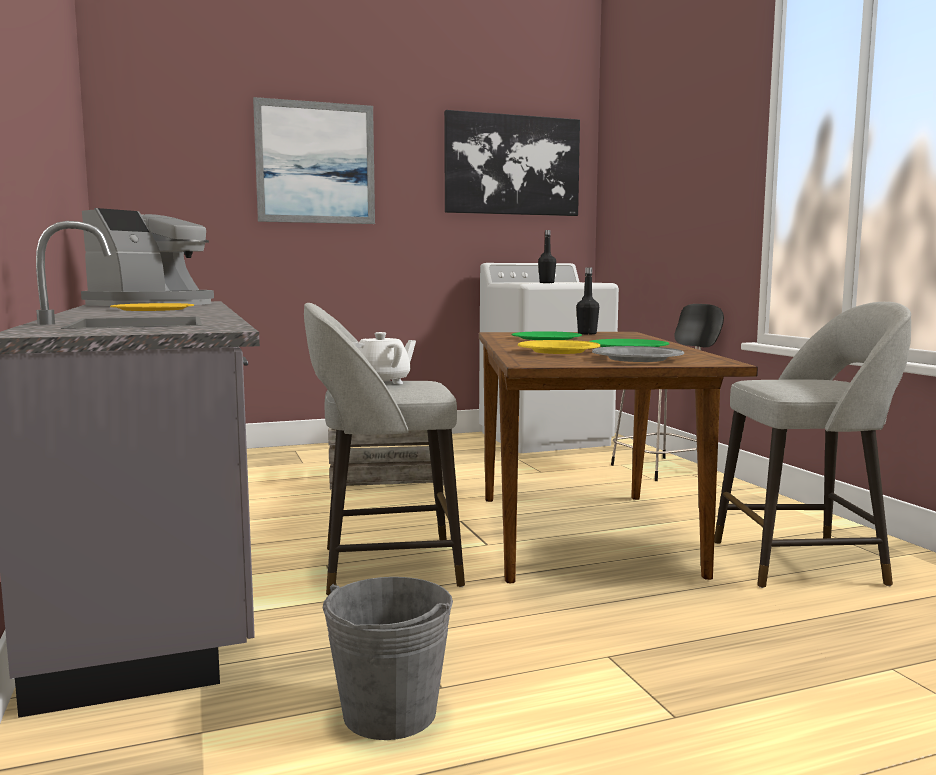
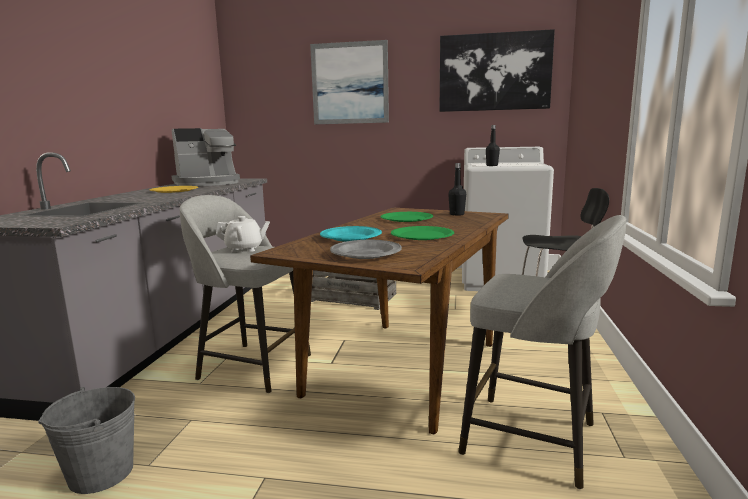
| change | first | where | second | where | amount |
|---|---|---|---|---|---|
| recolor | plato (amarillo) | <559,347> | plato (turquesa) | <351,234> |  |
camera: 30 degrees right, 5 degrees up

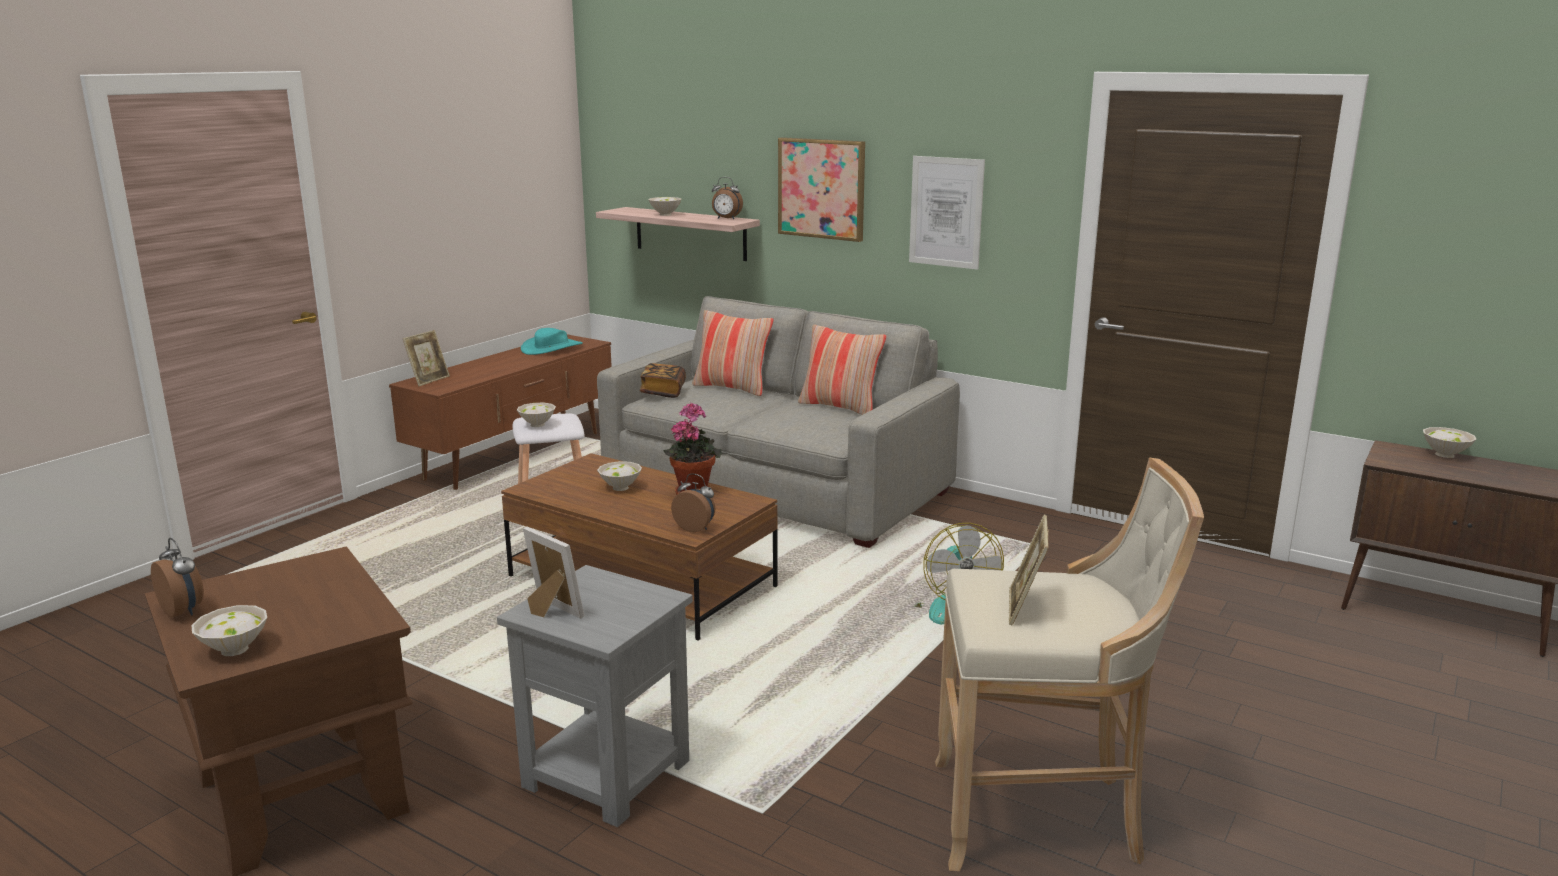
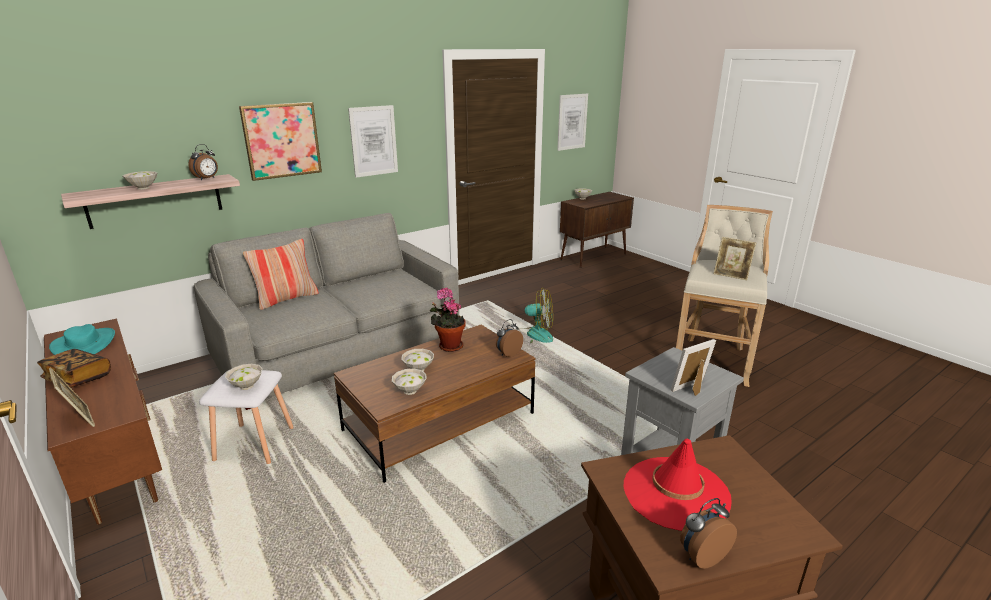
| change | first | where | second | where | amount |
|---|---|---|---|---|---|
| delete | cojín | <842,369> |  |  |  |
| insert |  |  | cuadro | <572,122> |  |
| insert |  |  | sombrero (rojo) | <677,485> |  |
| move | cuenco (blanco) | <229,630> |  | <409,381> |  |
| move | libro | <663,380> |  | <74,368> |  |
camera: 70 degrees left, 5 degrees up

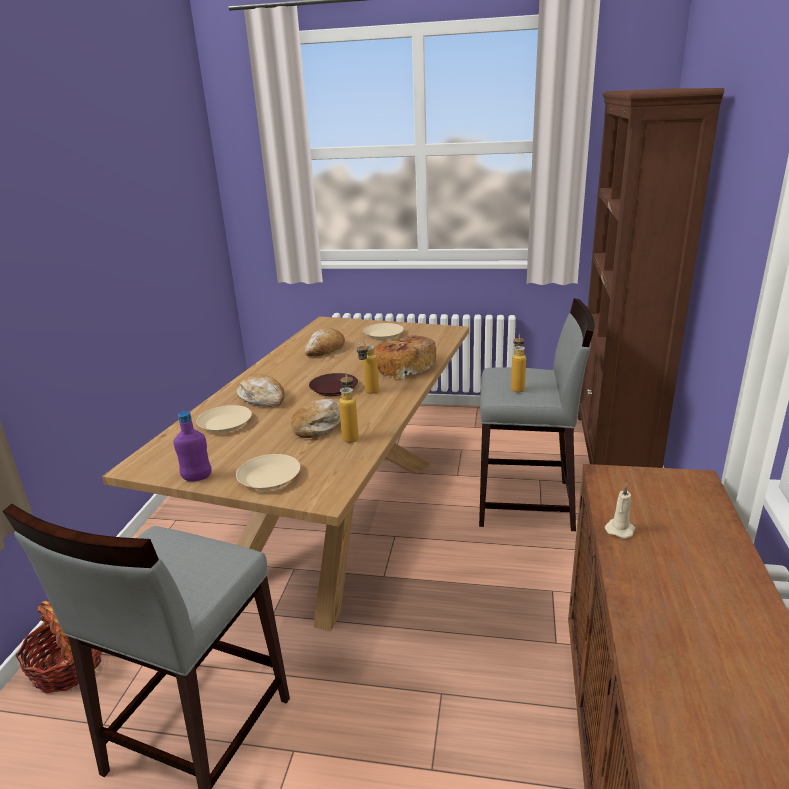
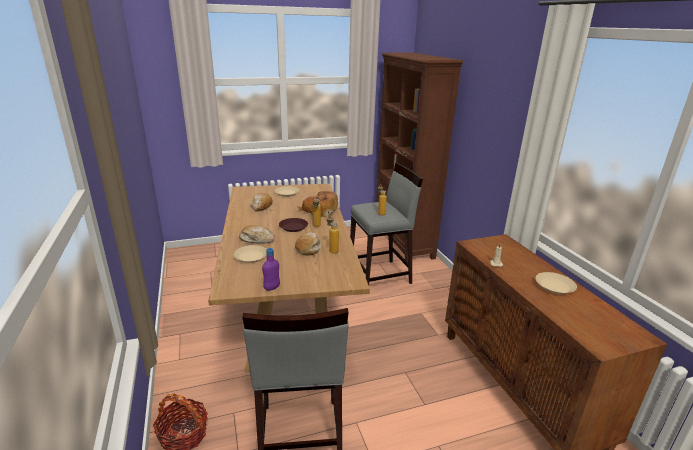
| change | first | where | second | where | amount |
|---|---|---|---|---|---|
| move | plato (beis) | <268,472> |  | <556,283> |  |
camera: 30 degrees left, 0 degrees up

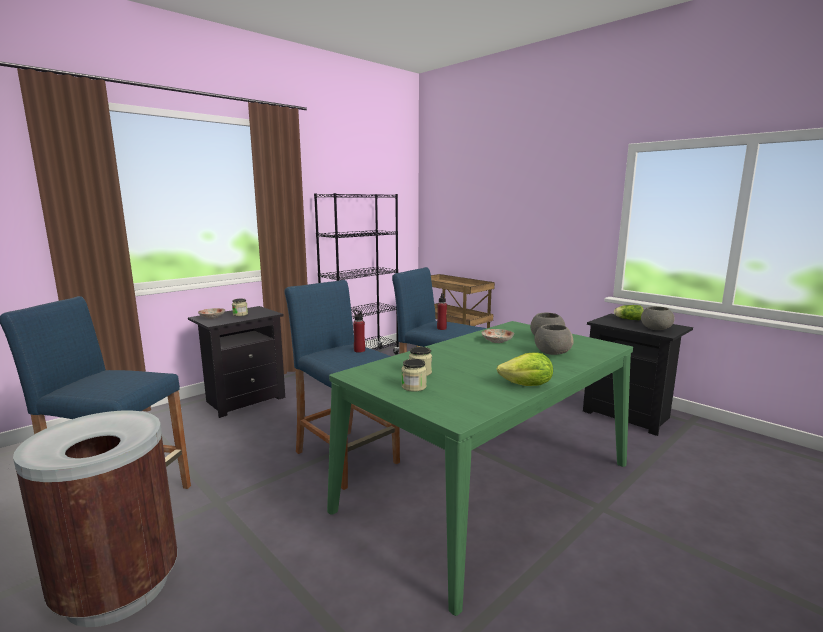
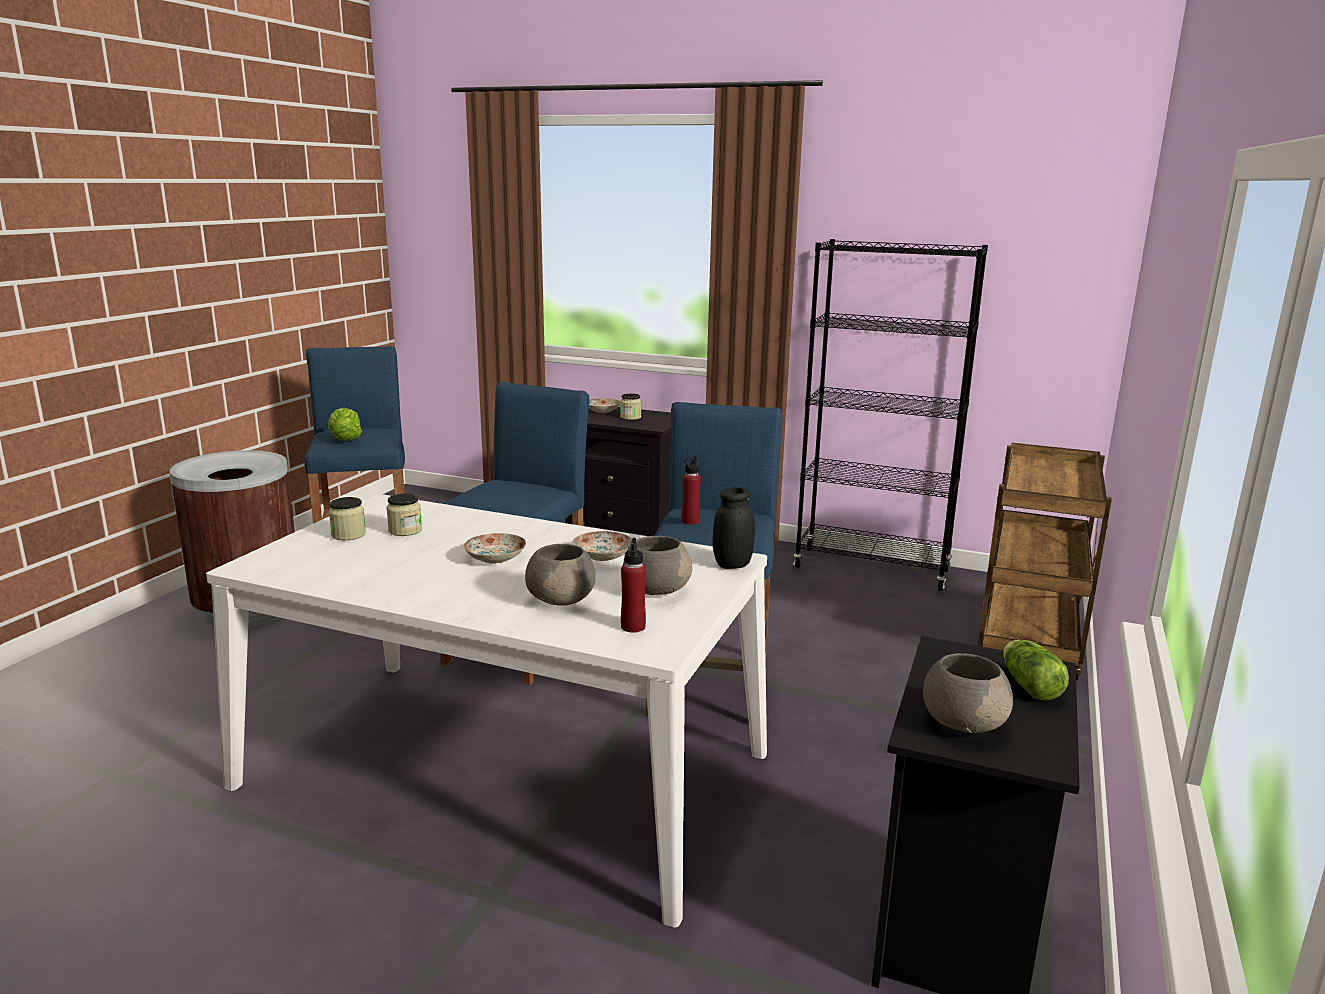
| change | first | where | second | where | amount |
|---|---|---|---|---|---|
| insert |  |  | plato | <495,548> |  |
| insert |  |  | tarro (negro) | <734,528> |  |
| move | botella (rojo) | <359,331> |  | <633,585> |  |
| move | lechuga | <525,369> |  | <345,424> |  |
| recolor | mesa de comedor (verde) | <480,468> | mesa de comedor (blanco) | <486,711> |  |
camera: 65 degrees right, 5 degrees up

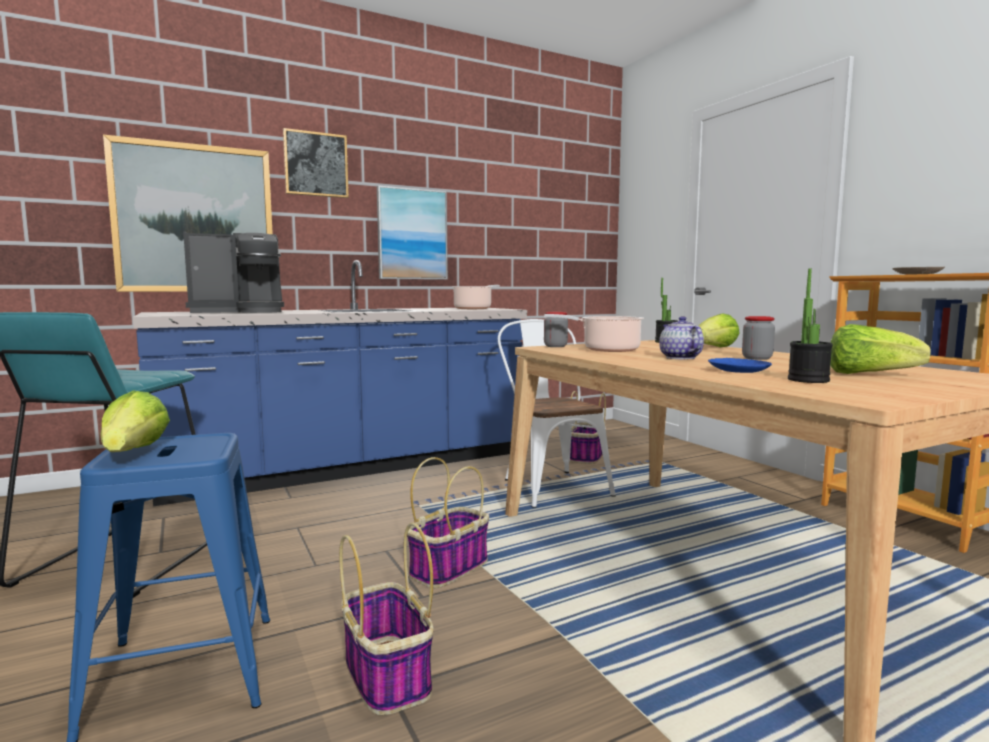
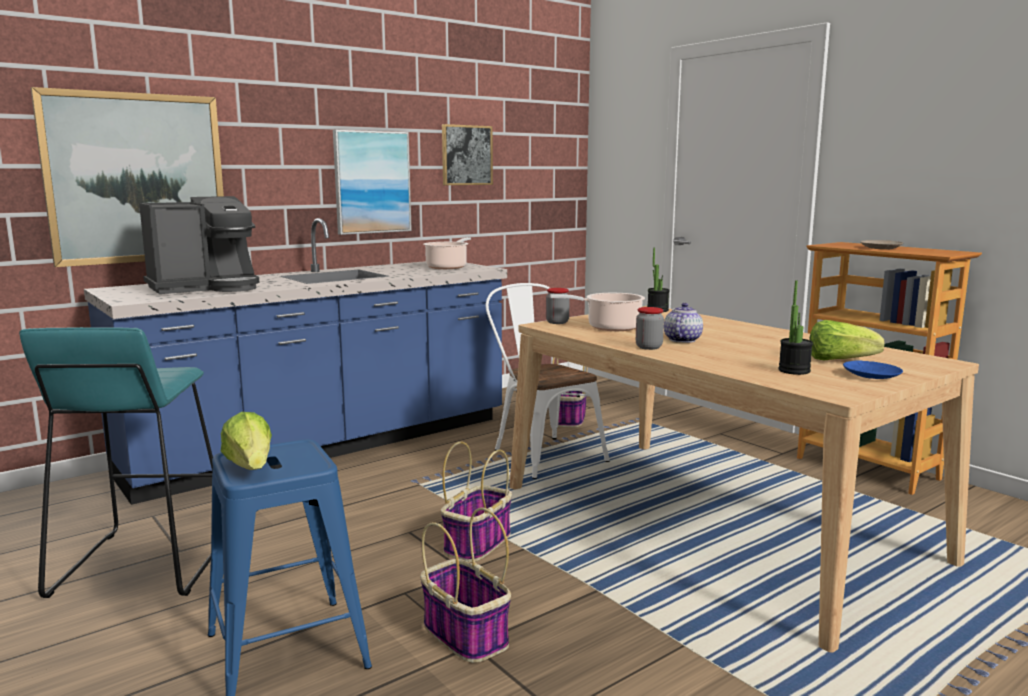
| change | first | where | second | where | amount |
|---|---|---|---|---|---|
| delete | lechuga | <719,330> |  |  |  |
| move | cuadro | <316,163> |  | <467,154> |  |
| move | plato (azul) | <740,365> |  | <873,369> |  |
| move | tarro | <758,338> |  | <650,328> |  |
| rotate | tetera | <681,337> |  | <683,323> | 45 degrees clockwise |
camera: 10 degrees left, 5 degrees up

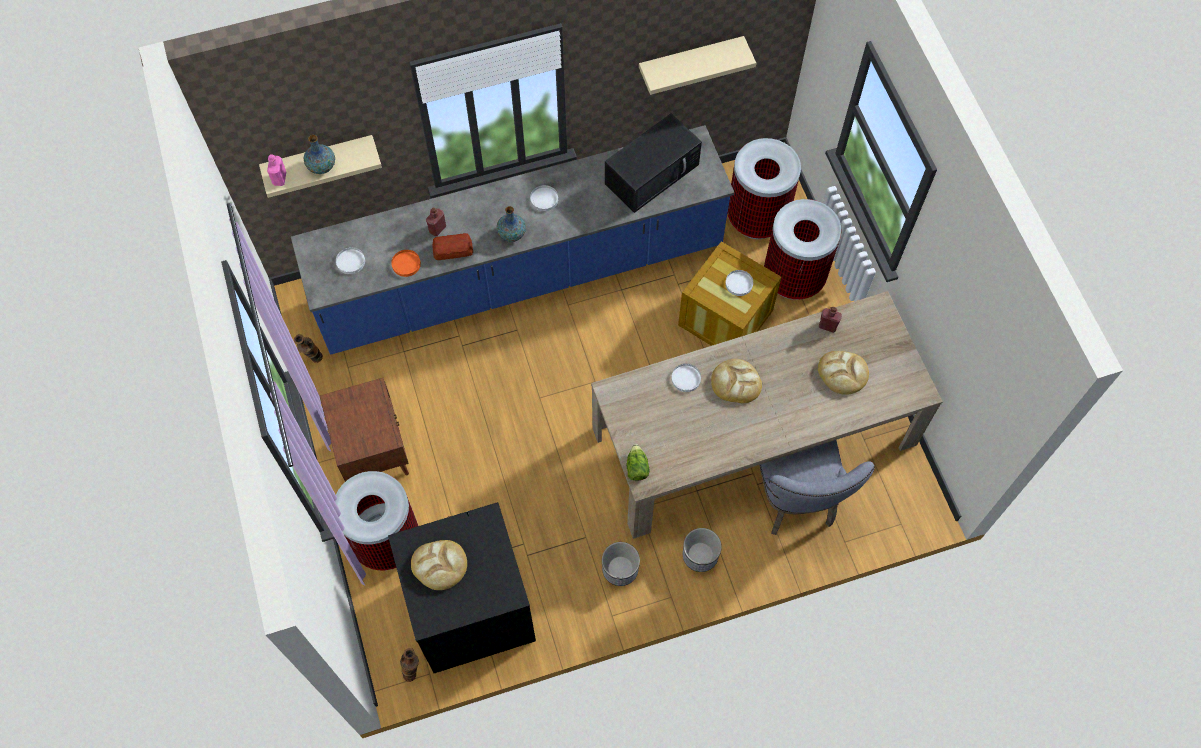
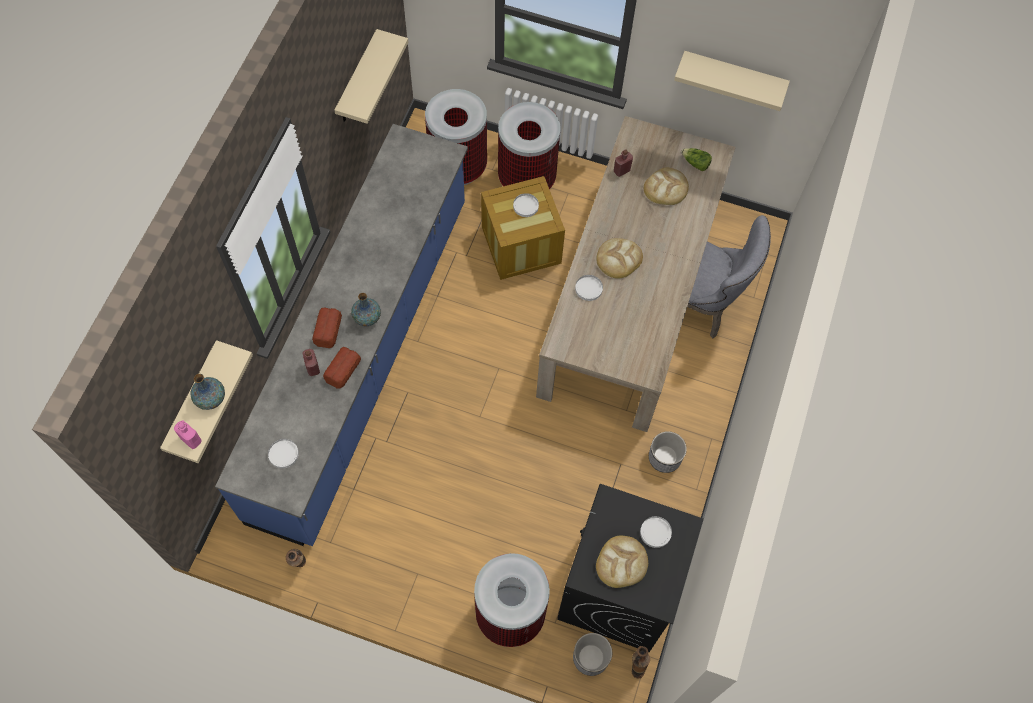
| change | first | where | second | where | amount |
|---|---|---|---|---|---|
| delete | mesita de noche (marrón) | <364,430> |  |  |  |
| delete | plato (naranja) | <406,263> |  |  |  |
| delete | microondas (negro) | <653,163> |  |  |  |
| insert |  |  | pan | <327,328> |  |
| insert |  |  | estante (beis) | <732,81> |  |
| move | plato (blanco) | <544,198> |  | <656,532> |  |
| move | lechuga | <638,462> |  | <696,159> |  |
| move | maceta | <702,550> |  | <592,654> |  |
camera: 55 degrees left, 0 degrees up

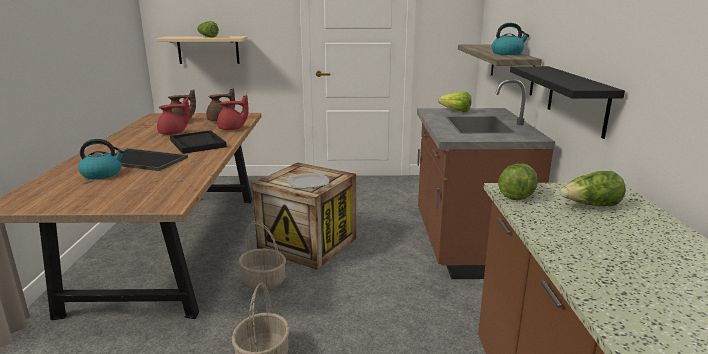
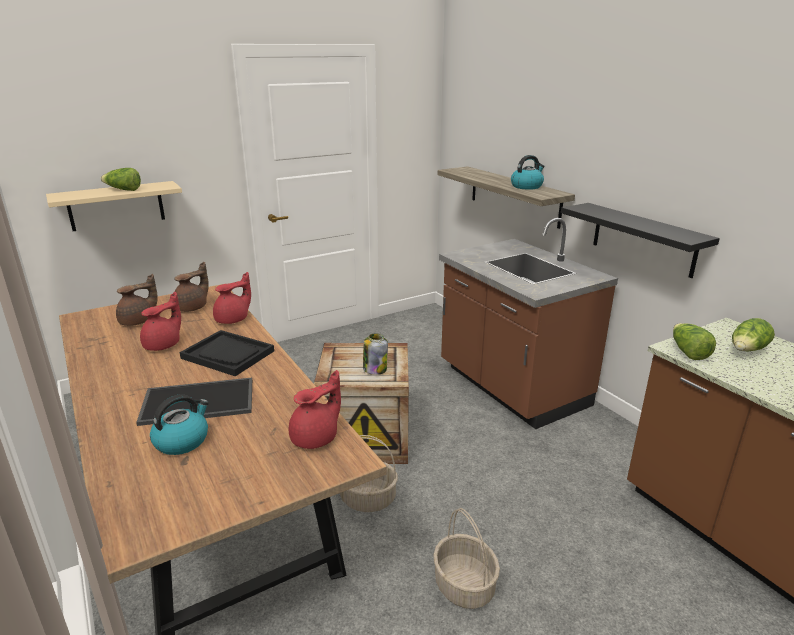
| change | first | where | second | where | amount |
|---|---|---|---|---|---|
| delete | lechuga | <454,102> |  |  |  |
| insert |  |  | tetera (rojo) | <315,409> |  |
| replace | plato | <308,180> | tarro | <375,354> |  |
camera: 30 degrees left, 5 degrees up

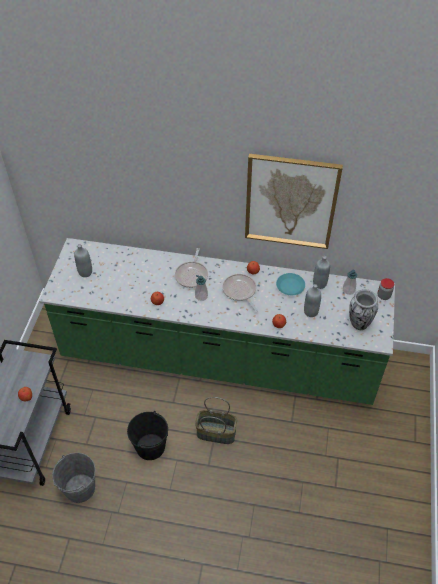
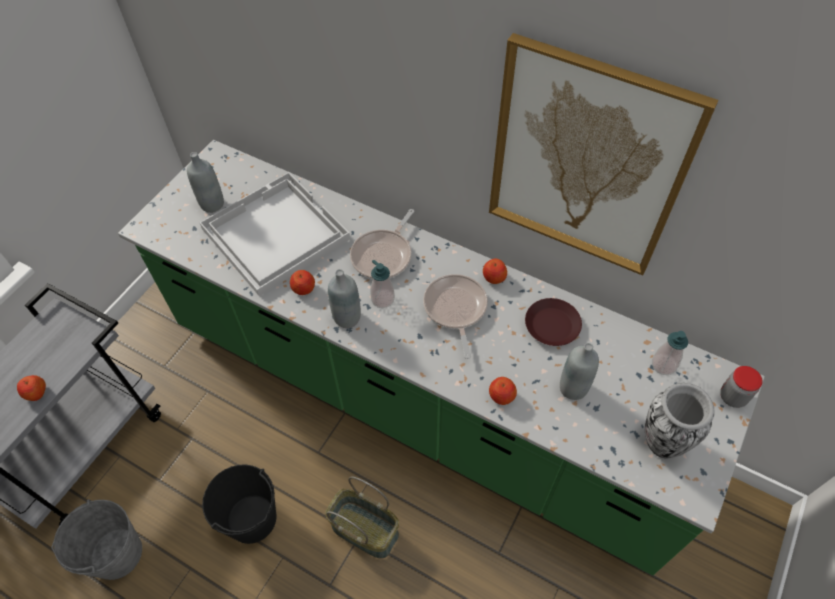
| change | first | where | second | where | amount |
|---|---|---|---|---|---|
| insert |  |  | bandeja (blanco) | <274,234> |  |
| move | botella (gris) | <321,272> |  | <344,298> |  |
| recolor | plato (turquesa) | <290,284> | plato (marrón) | <553,322> |  |
camera: 20 degrees right, 5 degrees up

